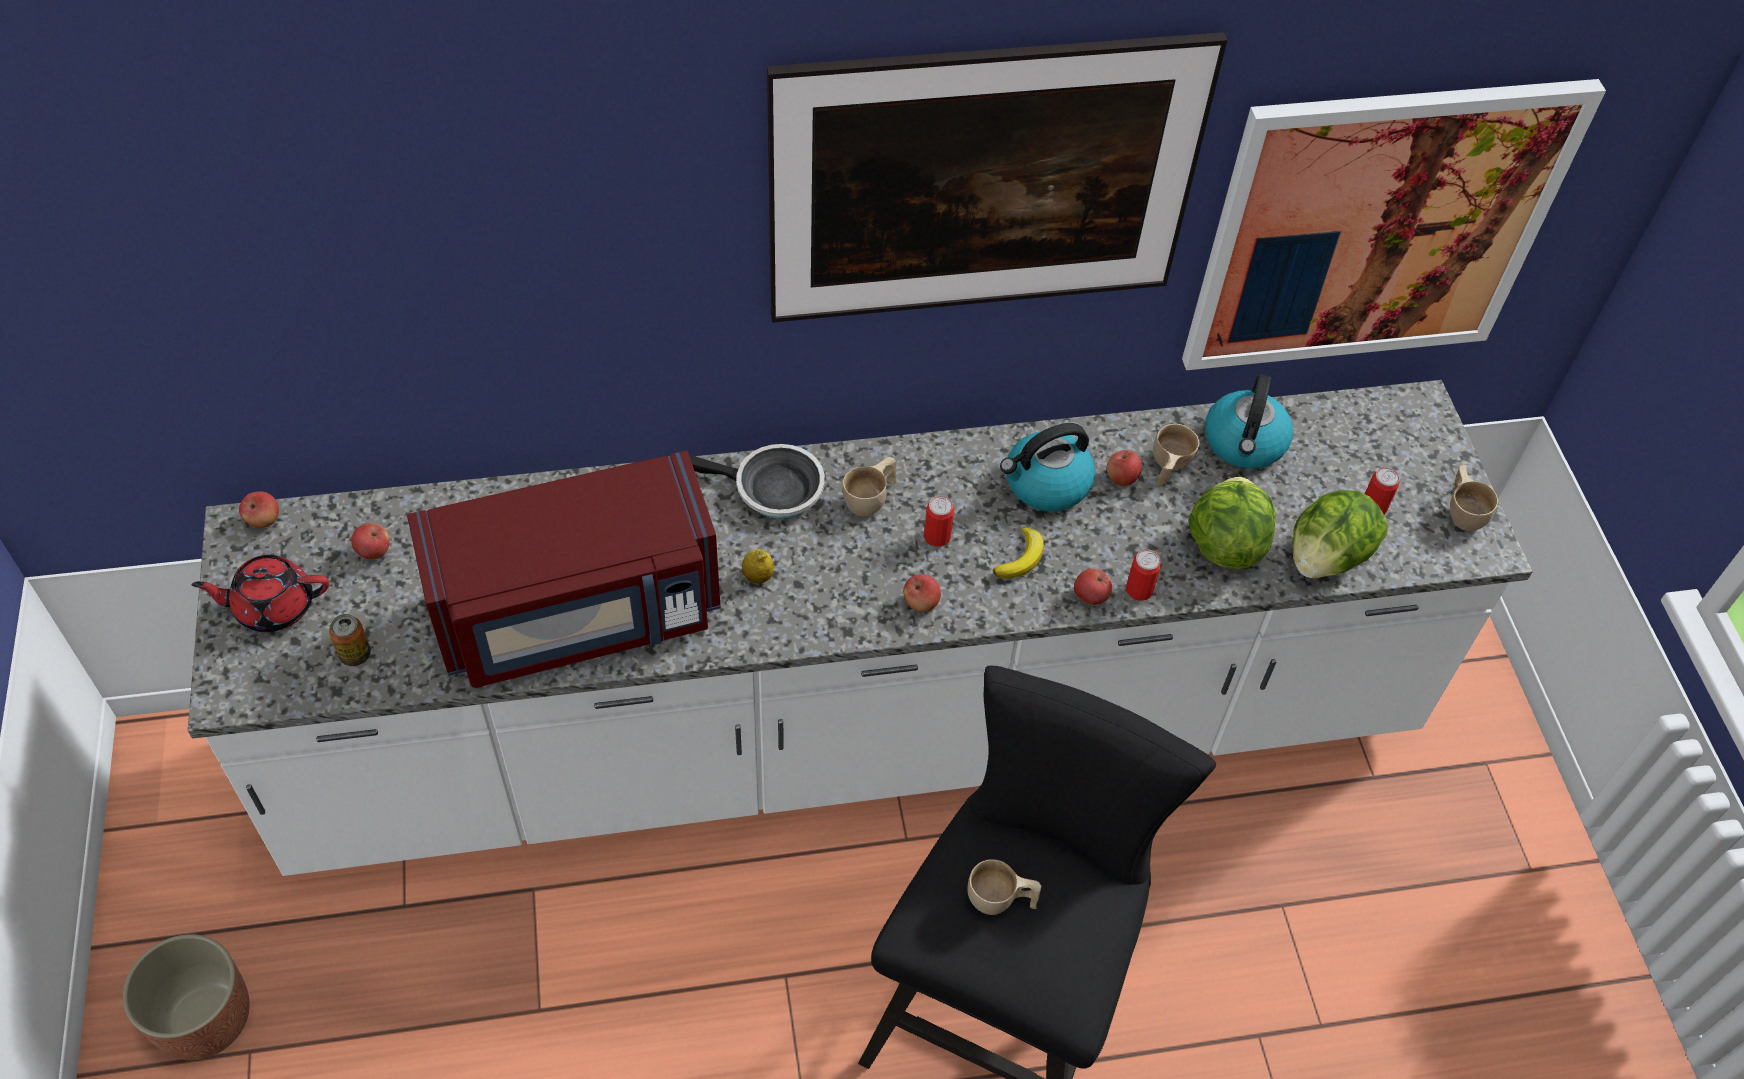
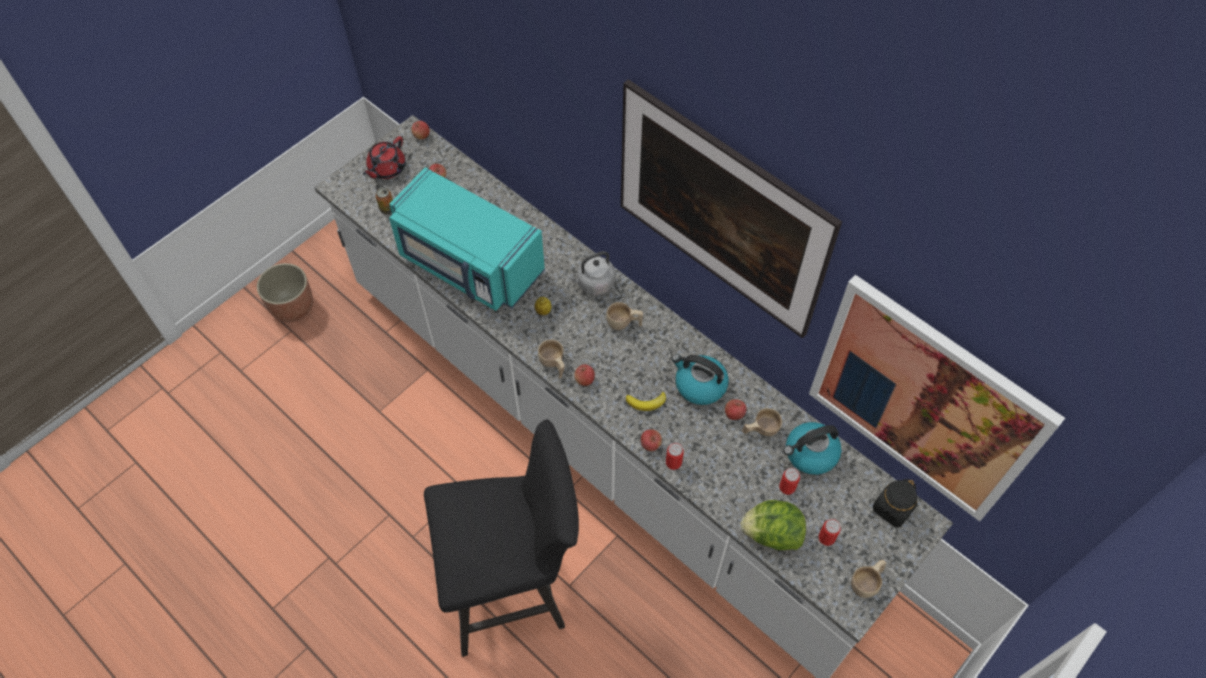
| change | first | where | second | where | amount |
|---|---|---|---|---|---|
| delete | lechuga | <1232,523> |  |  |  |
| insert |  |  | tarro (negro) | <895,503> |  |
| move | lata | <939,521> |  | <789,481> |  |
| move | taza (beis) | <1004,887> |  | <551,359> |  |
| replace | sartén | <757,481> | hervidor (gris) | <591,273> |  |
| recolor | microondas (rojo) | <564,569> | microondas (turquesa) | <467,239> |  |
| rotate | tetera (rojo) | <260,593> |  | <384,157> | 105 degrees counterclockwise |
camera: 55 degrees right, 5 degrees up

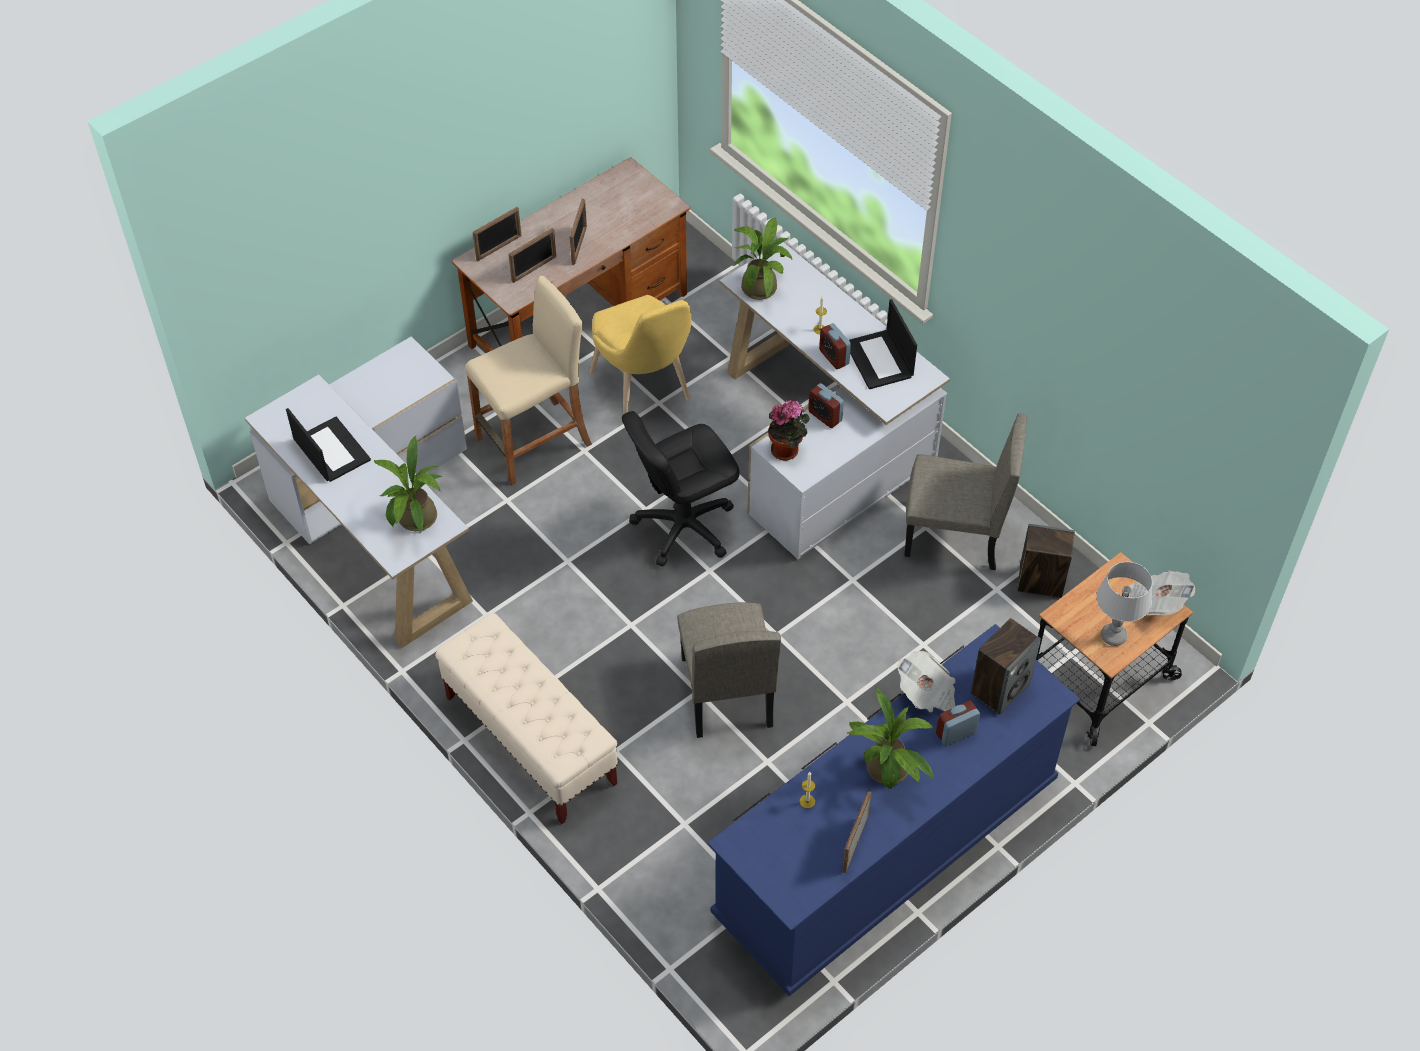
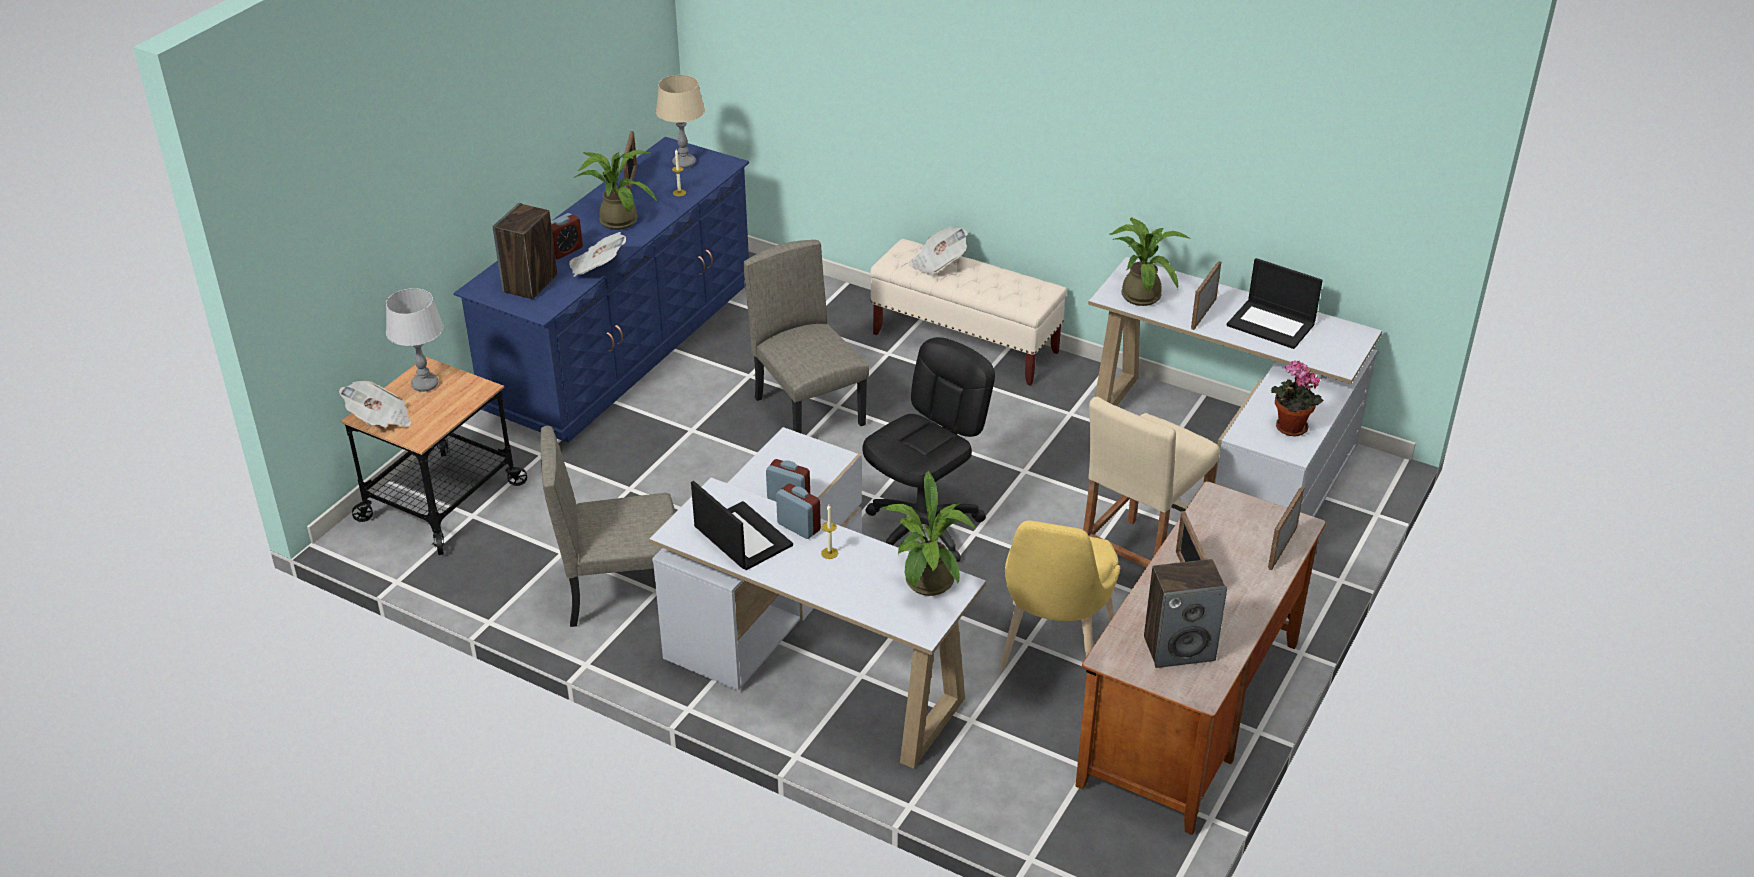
| change | first | where | second | where | amount |
|---|---|---|---|---|---|
| insert |  |  | lámpara de mesa (beis) | <680,121> |  |
| insert |  |  | periódico | <938,251> |  |
| move | portarretratos | <532,255> |  | <1206,295> |  |
| move | planta en maceta | <789,430> |  | <1297,398> |  |
| move | altavoz | <1046,561> |  | <1185,613> |  |
| rotate | silla (amarillo) | <640,355> |  | <1059,595> | 120 degrees counterclockwise |
camera: 160 degrees right, 15 degrees down

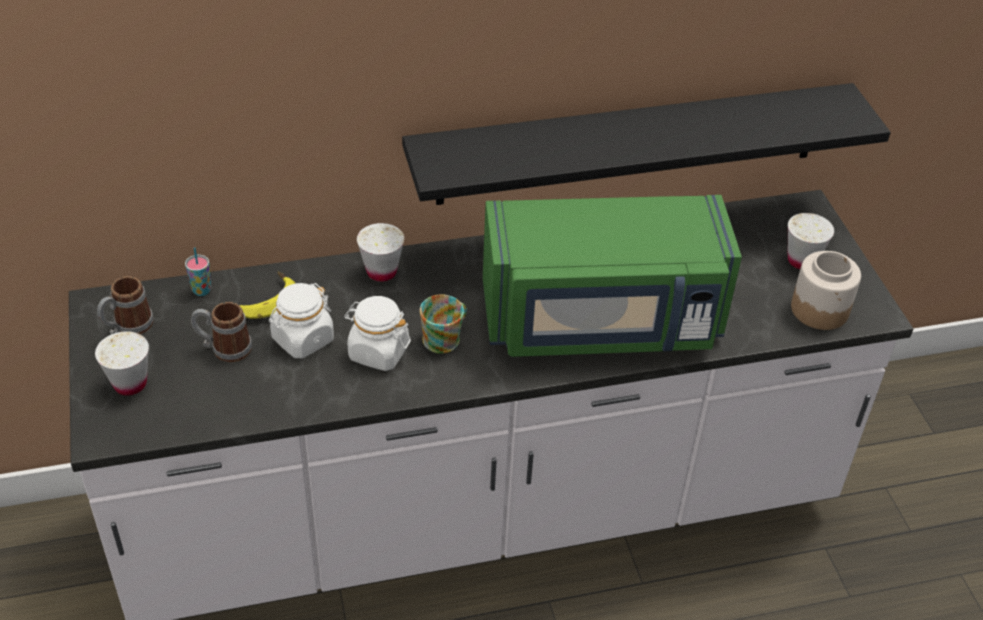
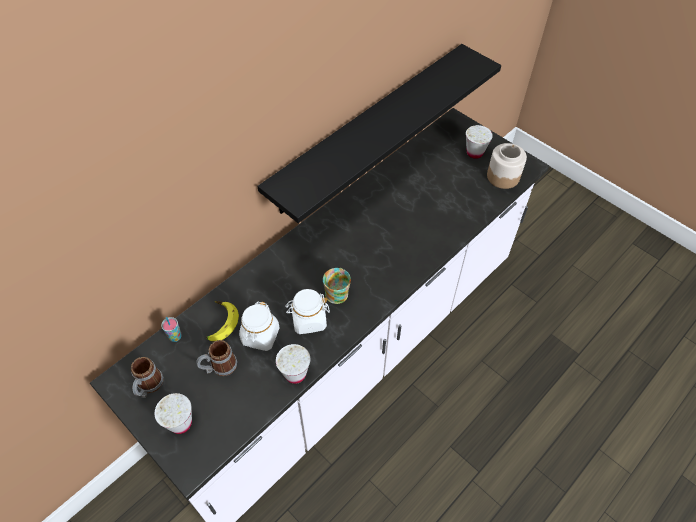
| change | first | where | second | where | amount |
|---|---|---|---|---|---|
| delete | microondas (verde) | <612,276> |  |  |  |
| move | taza (blanco) | <380,252> |  | <293,364> |  |
camera: 30 degrees left, 10 degrees up

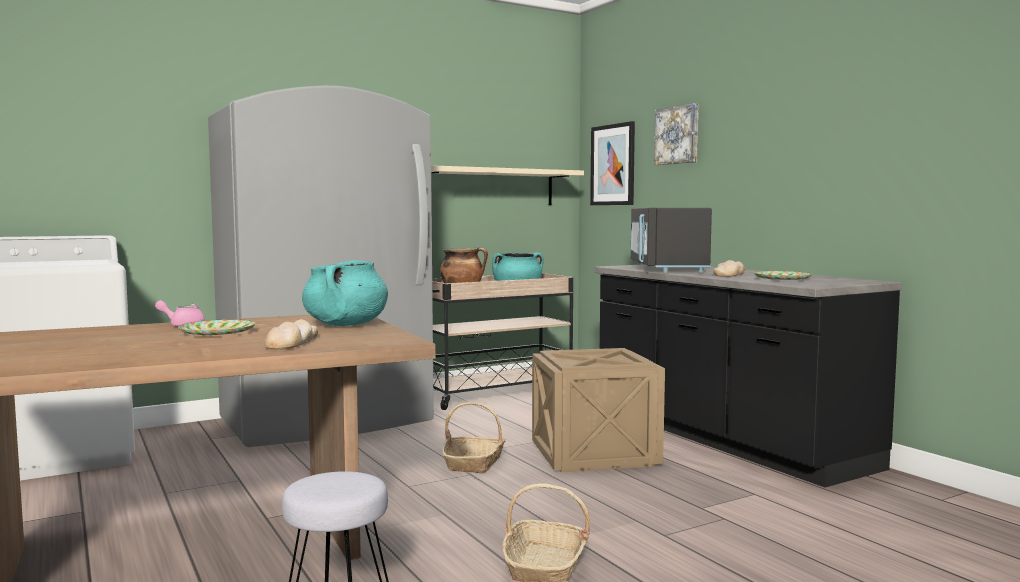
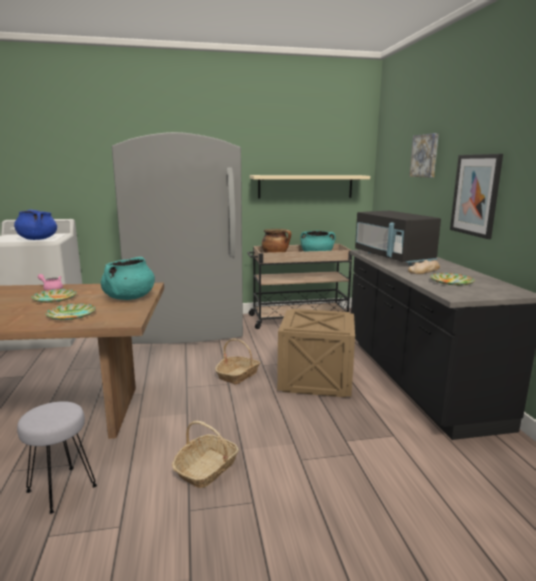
| change | first | where | second | where | amount |
|---|---|---|---|---|---|
| insert |  |  | olla (azul) | <35,224> |  |
| move | cuadro | <612,163> |  | <476,196> |  |
| replace | pan | <291,334> | plato | <70,311> |  |
| rotate | microondas (negro) | <671,240> |  | <398,238> | 45 degrees counterclockwise |
camera: 20 degrees right, 10 degrees up

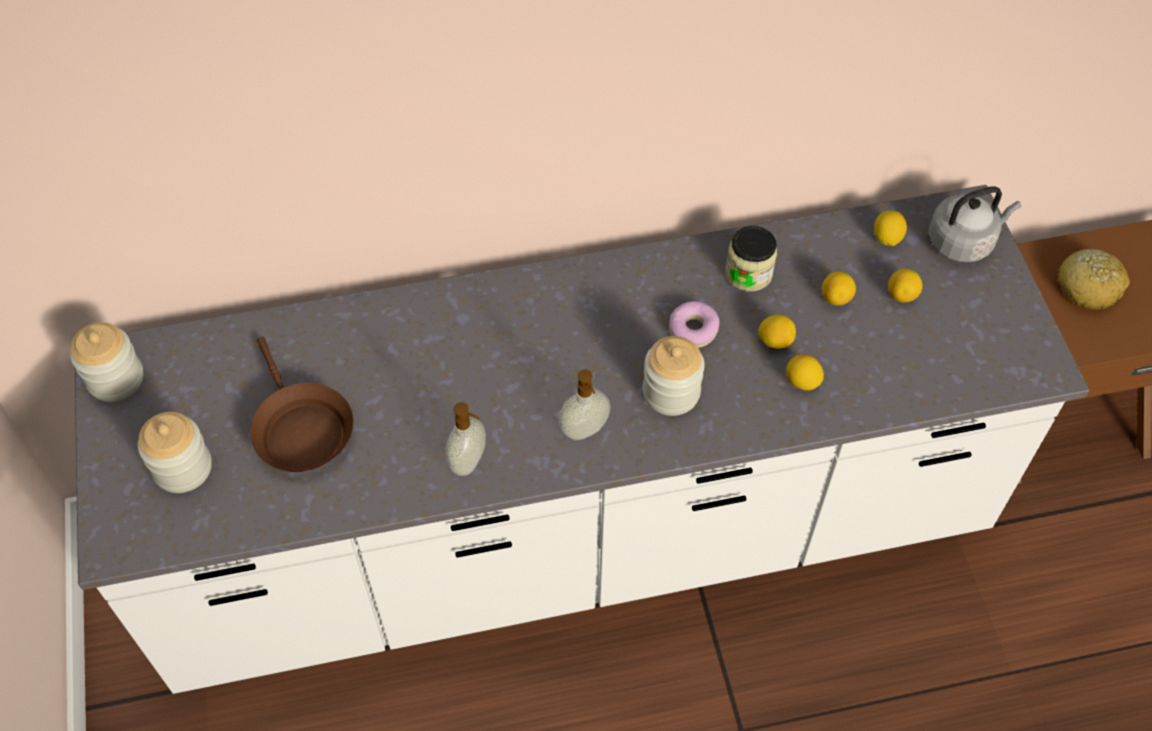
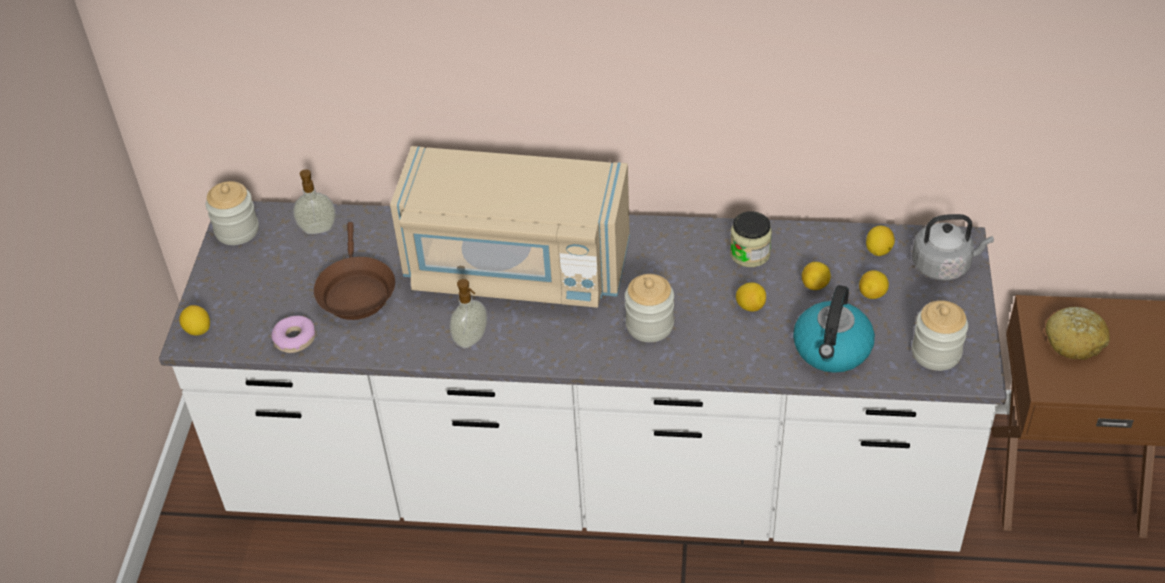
| change | first | where | second | where | amount |
|---|---|---|---|---|---|
| insert |  |  | microondas (beis) | <510,227> |  |
| insert |  |  | hervidor | <834,329> |  |
| move | tarro | <175,452> |  | <940,335> |  |
| move | dispensador de jabón | <584,404> |  | <314,201> |  |
| move | rosquilla | <694,324> |  | <293,334> |  |
| move | limón | <805,373> |  | <194,320> |  |
camera: 20 degrees right, 10 degrees down

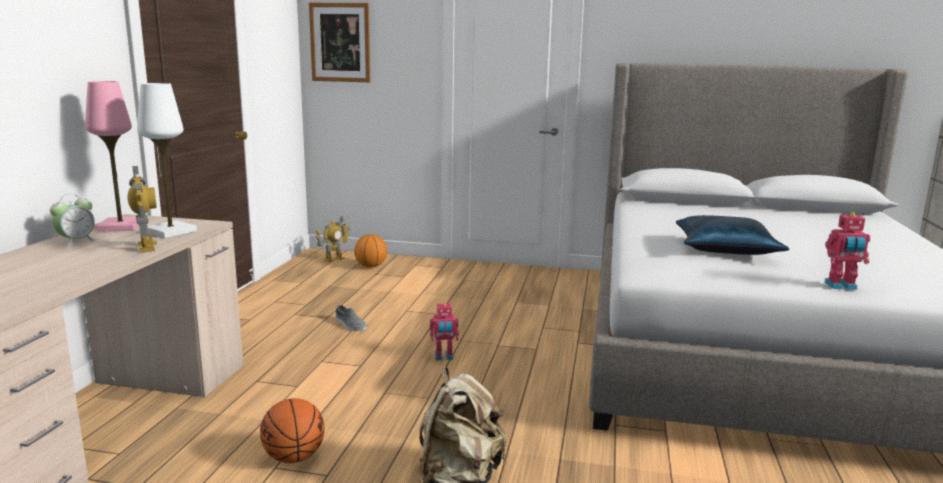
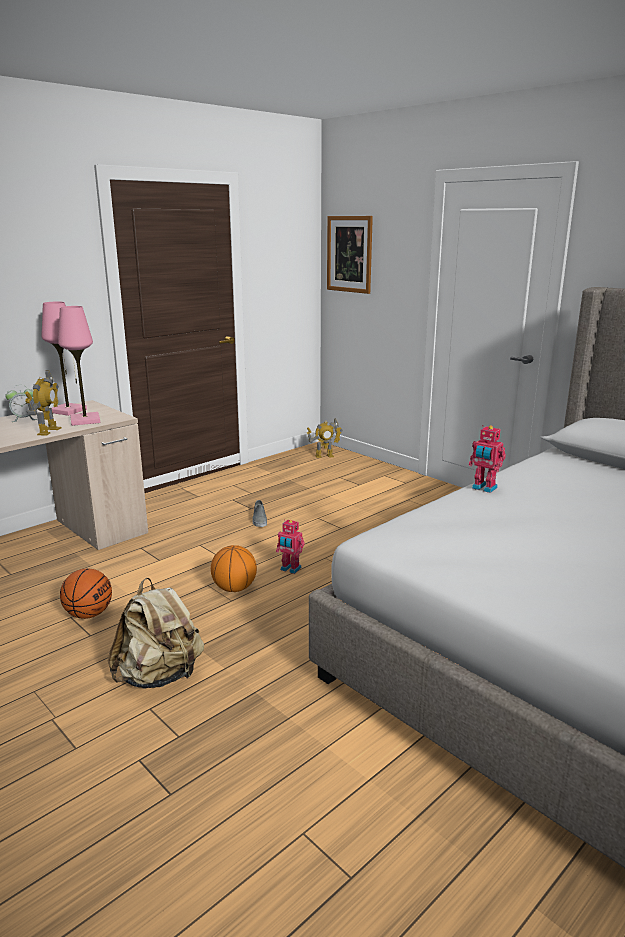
| change | first | where | second | where | amount |
|---|---|---|---|---|---|
| delete | cojín (azul) | <733,235> |  |  |  |
| move | balón de baloncesto | <370,251> |  | <234,568> |  |
| move | robot de juguete | <847,251> |  | <487,459> |  |
| recolor | lámpara de mesa (blanco) | <167,160> | lámpara de mesa (rosa) | <79,366> |  |
camera: 35 degrees right, 5 degrees up

